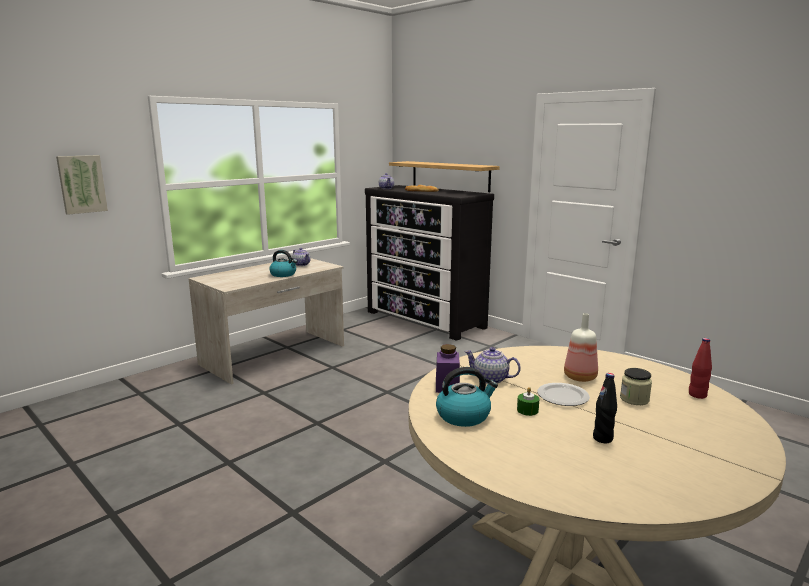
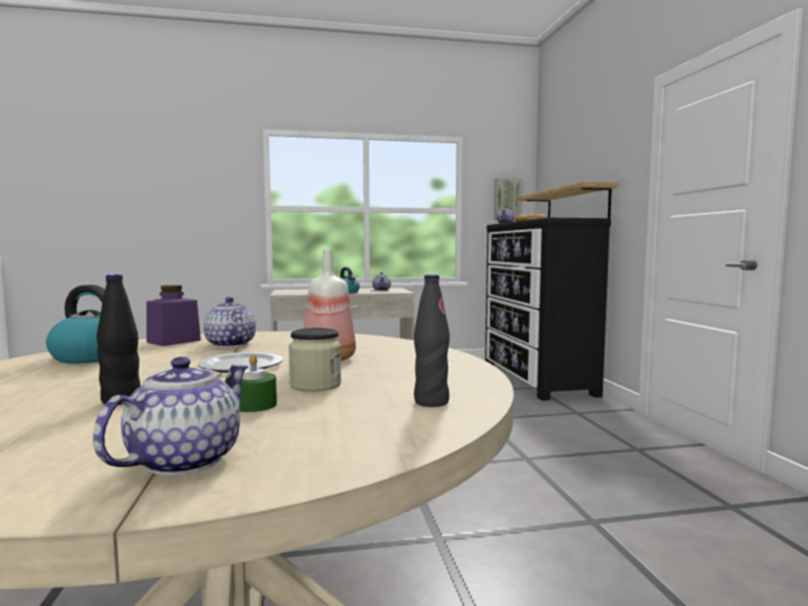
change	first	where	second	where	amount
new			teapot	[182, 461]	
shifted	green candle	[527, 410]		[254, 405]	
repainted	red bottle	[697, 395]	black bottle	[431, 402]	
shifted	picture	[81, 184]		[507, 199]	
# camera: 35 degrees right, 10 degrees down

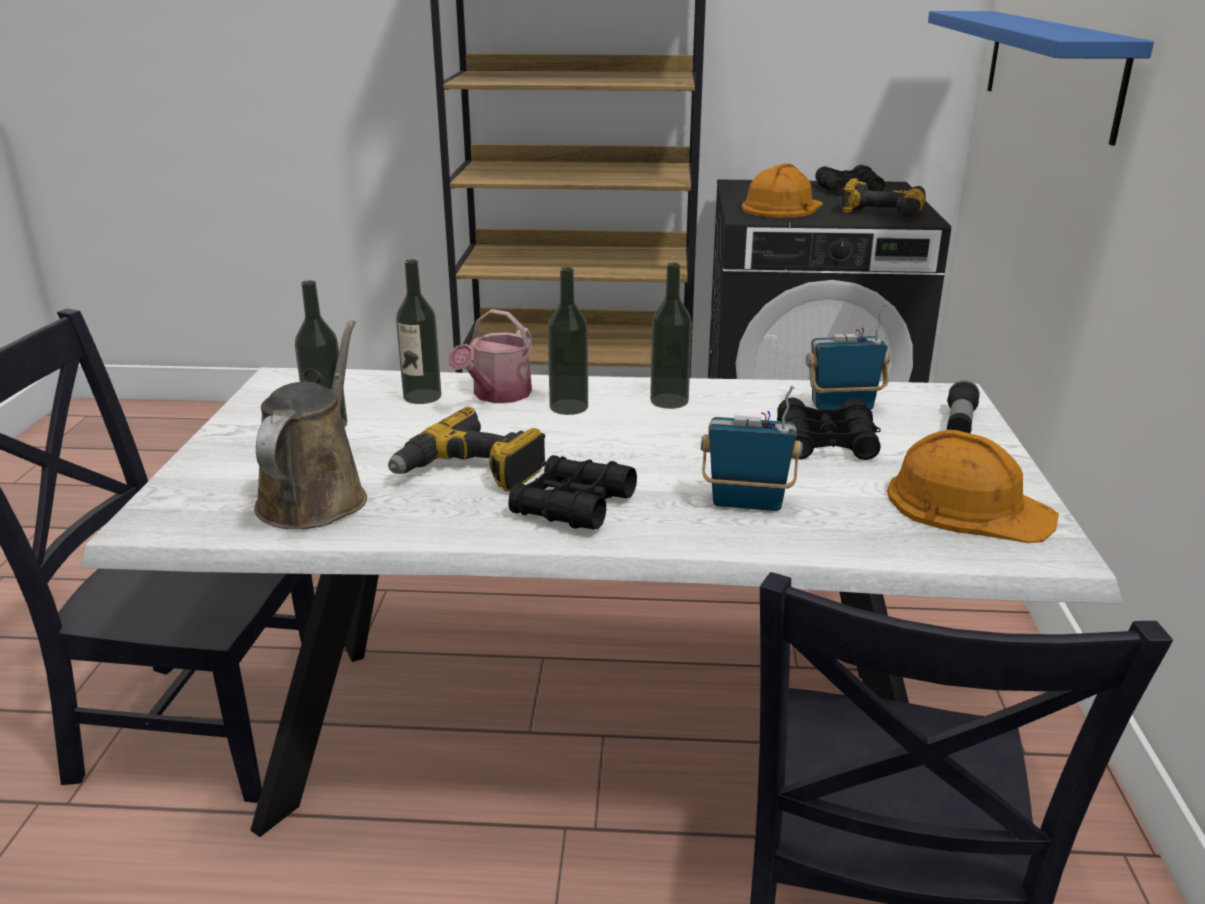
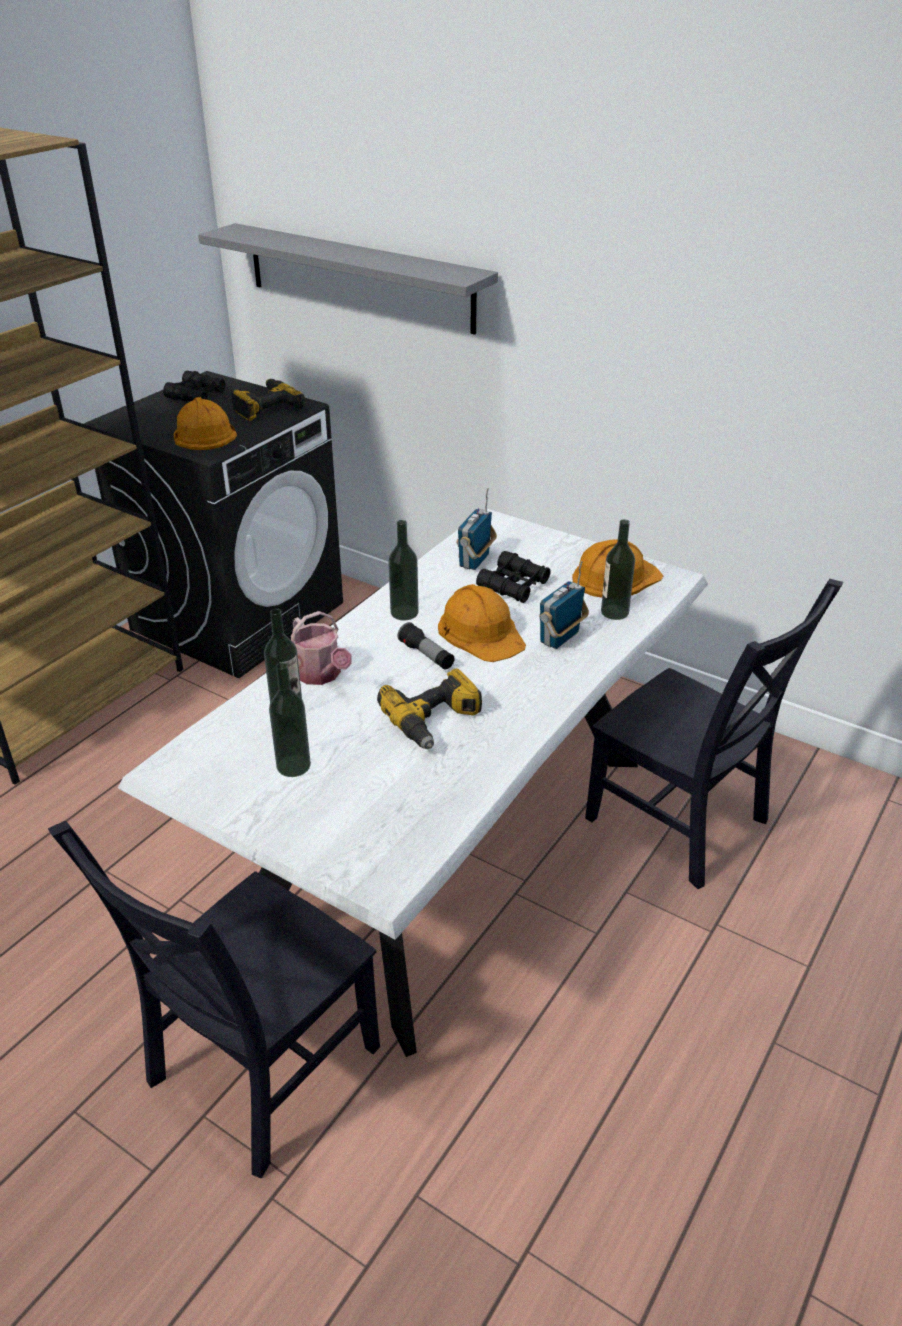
change	first	where	second	where	amount
repainted	blue shelf	[1050, 69]	grey shelf	[359, 277]	
shifted	flashlight	[959, 424]		[426, 655]	
new			orange hard hat	[481, 632]	
shifted	bottle	[568, 407]		[614, 612]	
gone	brown watering can	[316, 496]			
gone	black binoculars	[573, 506]			
# camera: 60 degrees left, 10 degrees up

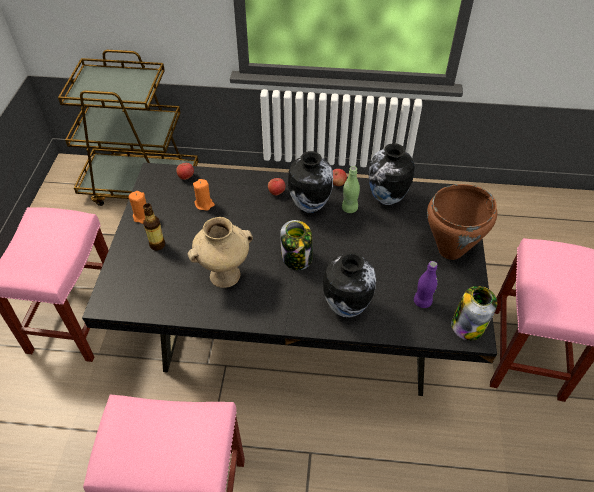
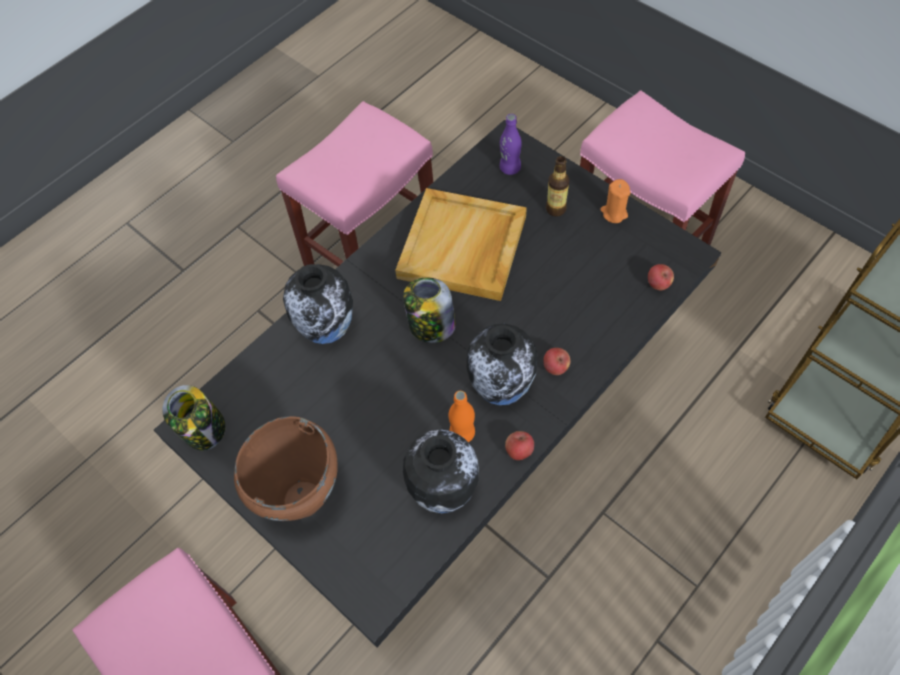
change	first	where	second	where	amount
swapped	beige vase	[225, 274]	beige tray	[463, 248]	
repainted	green bottle	[349, 208]	orange bottle	[462, 433]	
shifted	purple bottle	[422, 302]		[510, 168]	
gone	orange candle	[204, 204]			
# camera: 130 degrees right, 10 degrees up

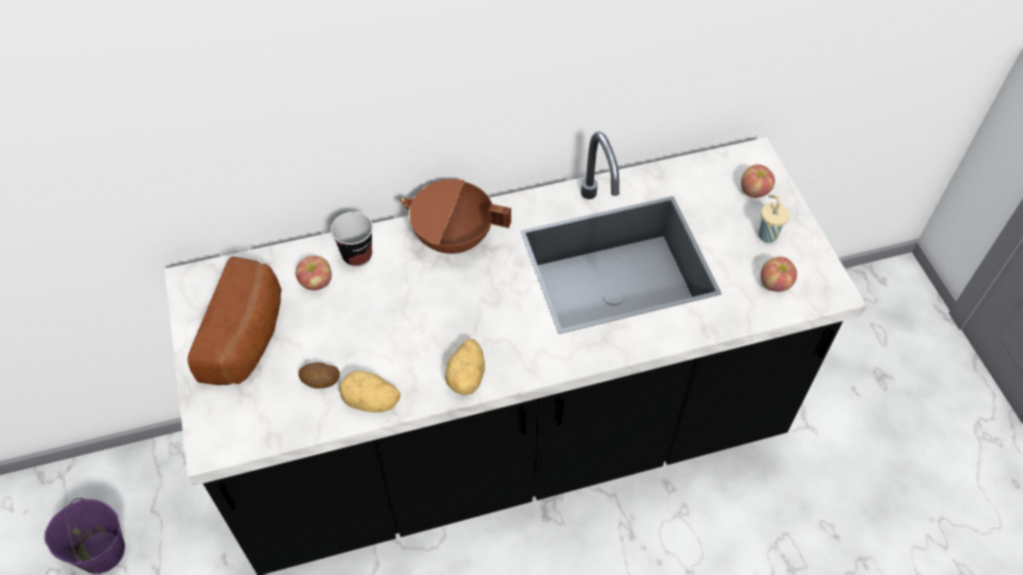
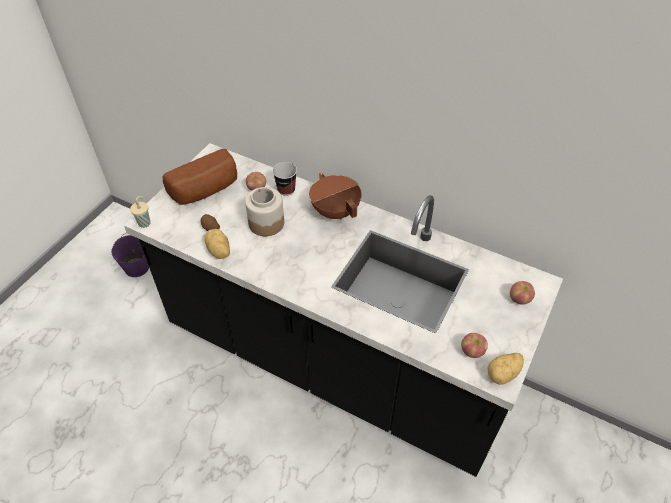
change	first	where	second	where	amount
shifted	beige cup	[767, 234]		[145, 223]	
new			jar	[266, 223]	
shifted	potato	[467, 377]		[503, 374]	
# camera: 45 degrees right, 5 degrees down

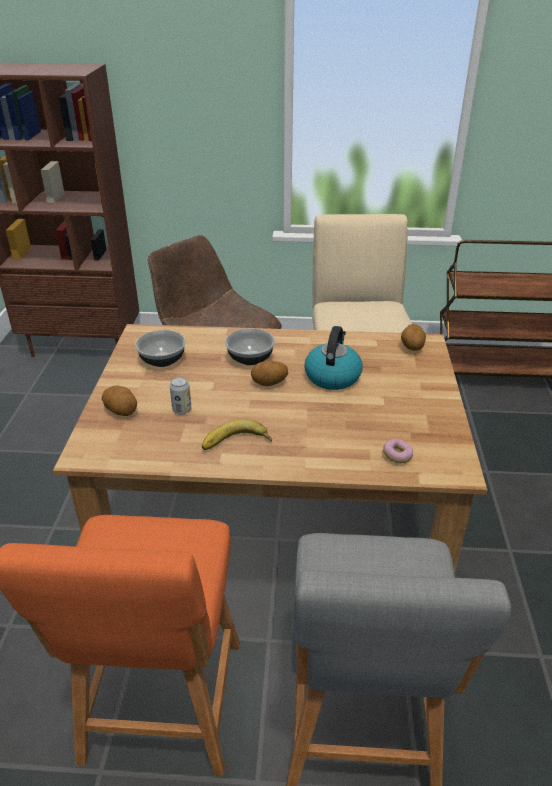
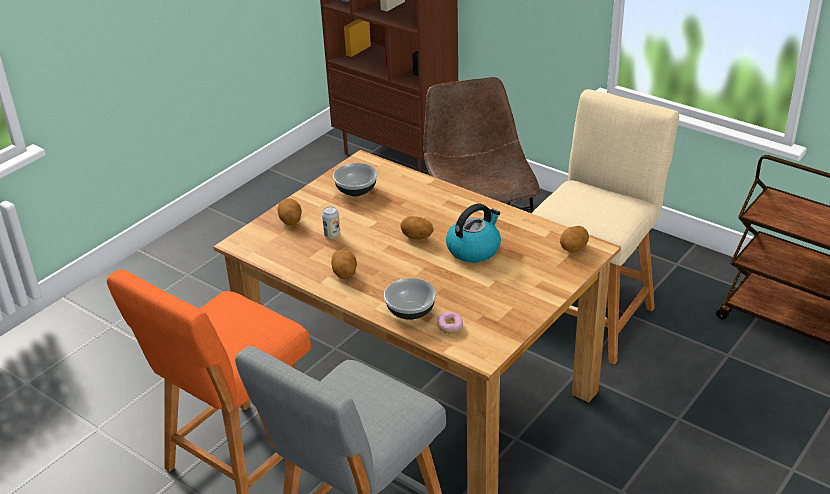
change	first	where	second	where	amount
swapped	banana	[236, 444]	potato	[345, 274]	
shifted	bowl	[250, 358]		[411, 311]	
# camera: 35 degrees right, 0 degrees up

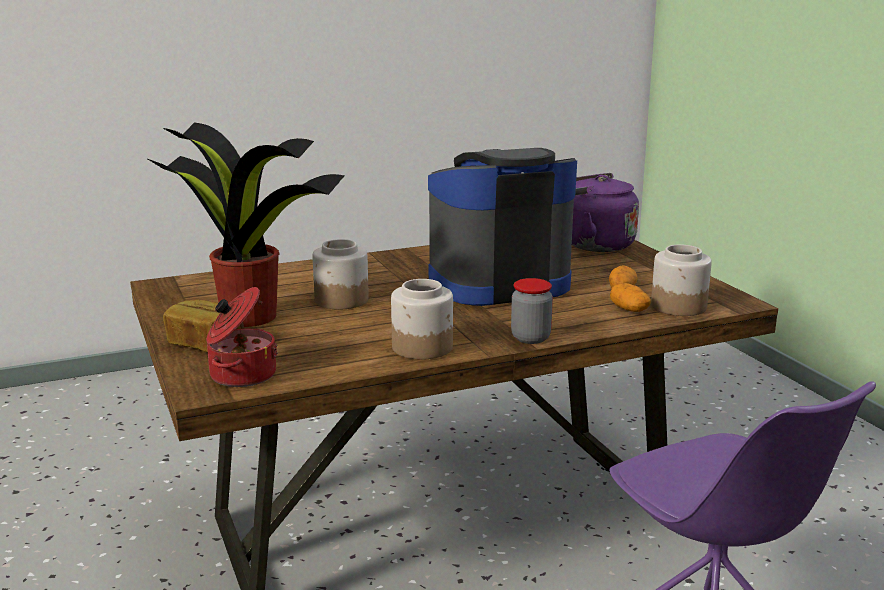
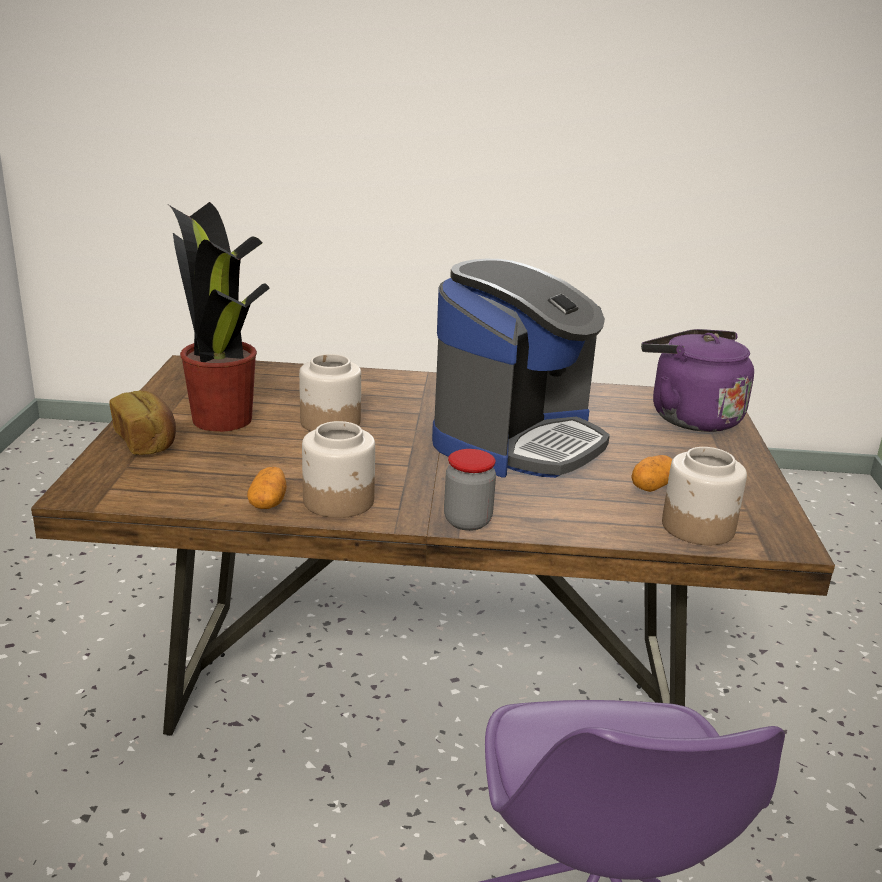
change	first	where	second	where	amount
shifted	potato	[628, 309]		[268, 502]	
rotated	coffee machine	[498, 283]		[517, 441]	120 degrees clockwise
gone	cooking pot	[241, 374]			
# camera: 25 degrees right, 5 degrees up

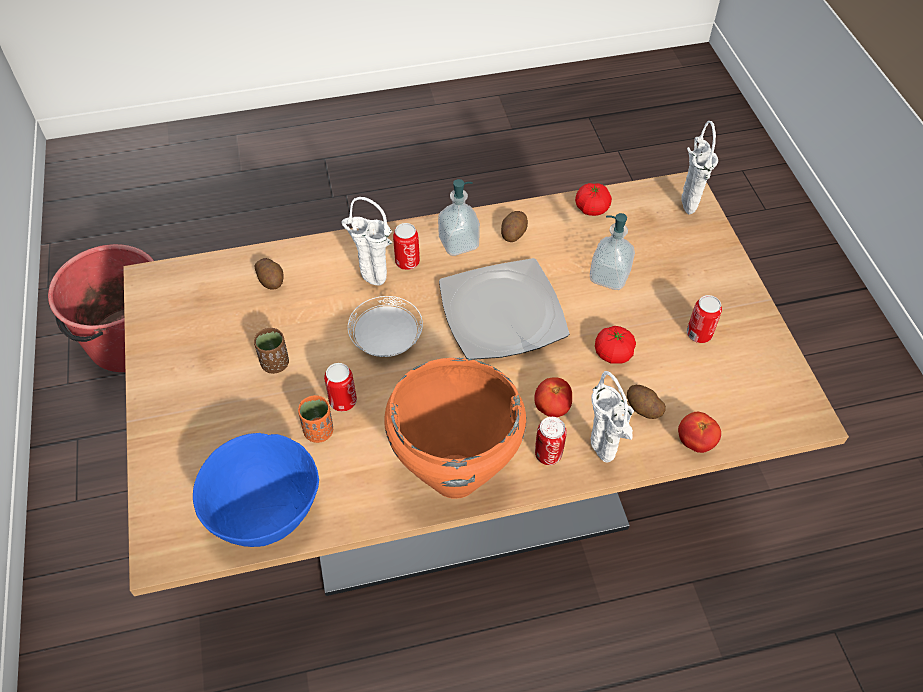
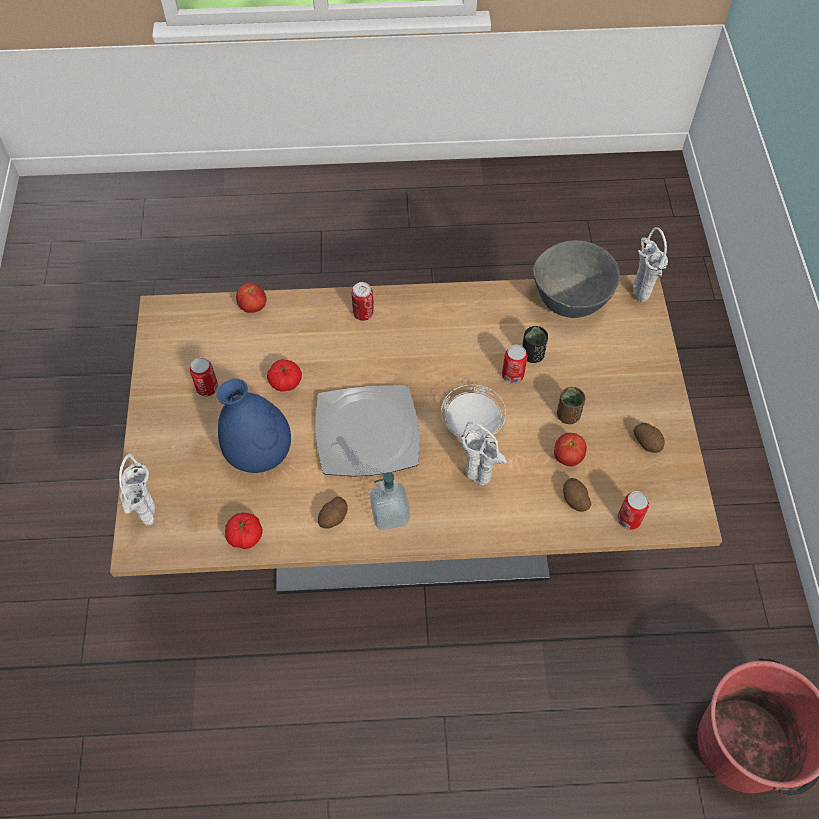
change	first	where	second	where	amount
swapped	soap dispenser	[609, 276]	blue vase	[259, 454]	
repainted	orange cup	[319, 431]	black cup	[532, 355]	
repainted	blue bowl	[266, 514]	grey bowl	[570, 304]	
shifted	tomato	[552, 408]		[567, 457]	
shifted	can	[407, 262]		[629, 519]	
shifted	white vase	[603, 458]		[637, 296]	
shifted	potato	[642, 408]		[647, 442]	
gone	orange cooking pot	[454, 475]			
# camera: 170 degrees left, 5 degrees up

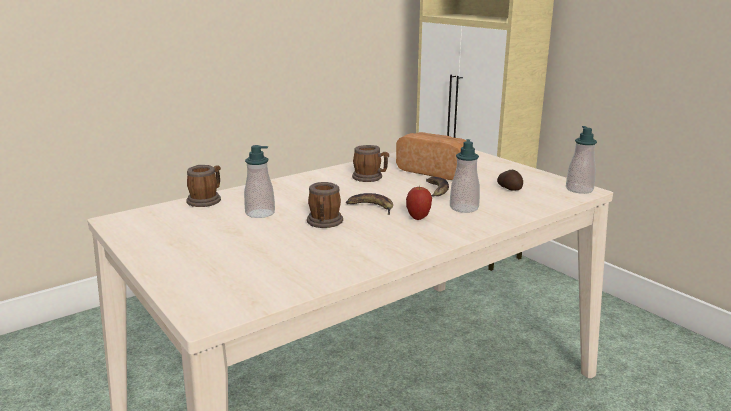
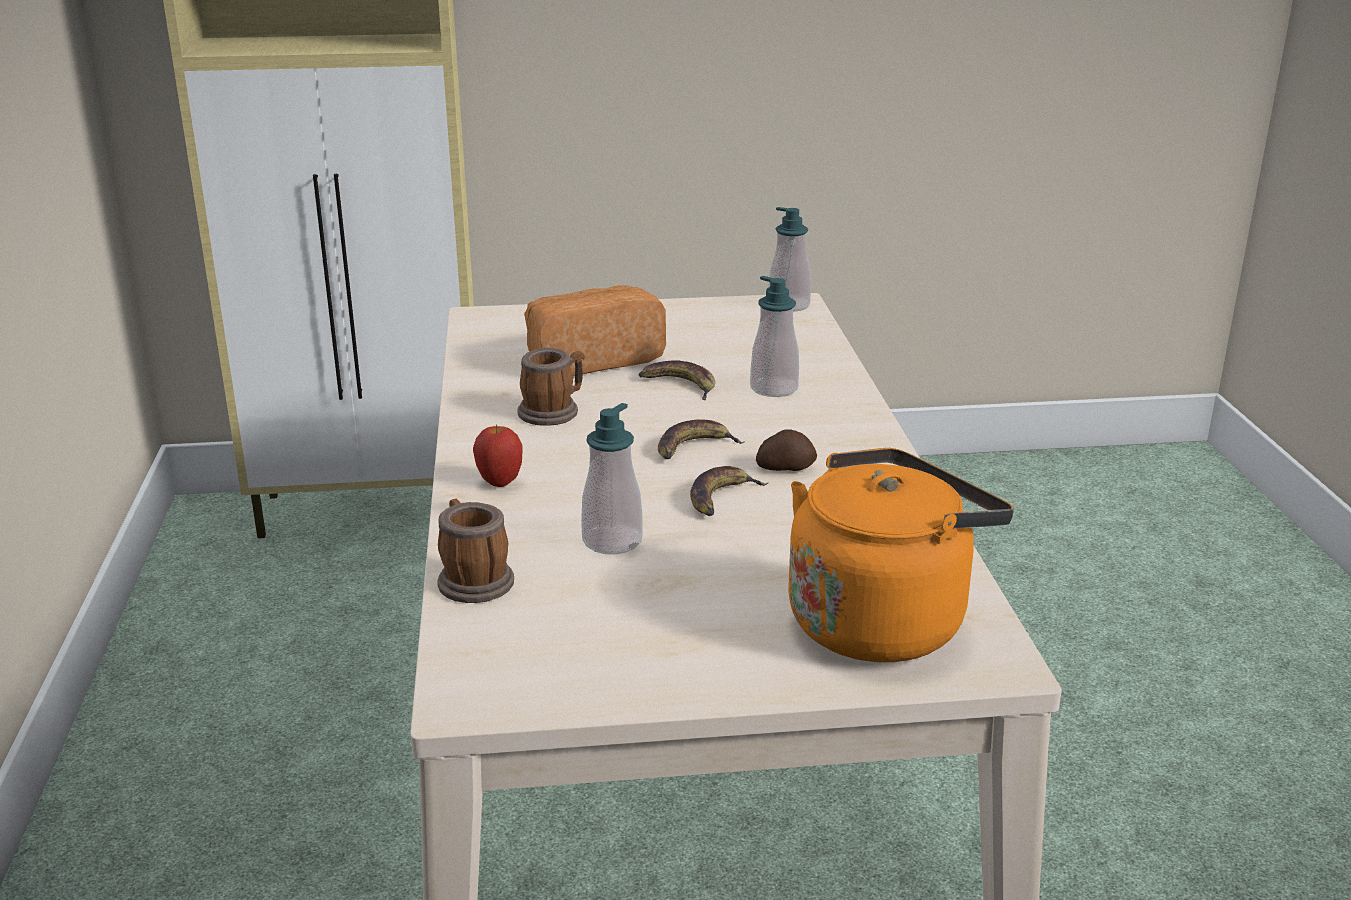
change	first	where	second	where	amount
shifted	apple	[418, 218]		[499, 482]	
swapped	mug	[324, 223]	banana	[721, 498]	
shifted	potato	[510, 188]		[785, 467]	
new			orange kettle	[882, 620]	
# camera: 60 degrees left, 5 degrees up

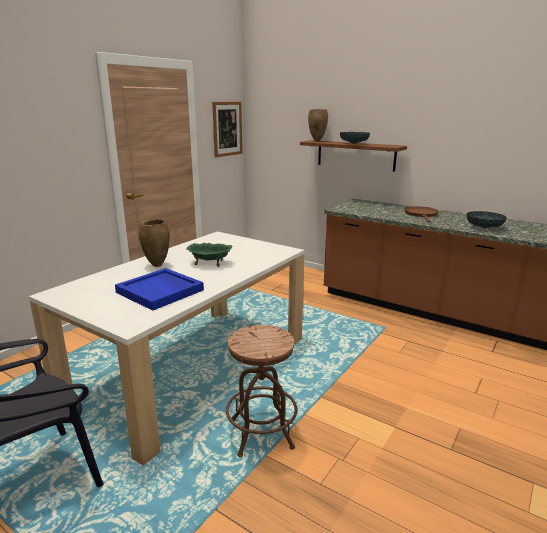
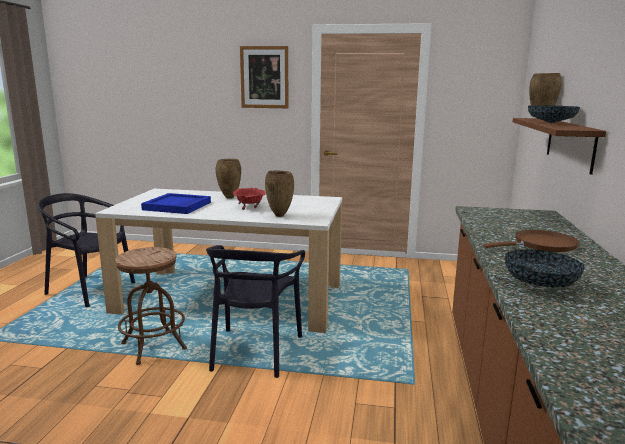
change	first	where	second	where	amount
new			black chair	[255, 351]	
repainted	green bowl	[210, 263]	red bowl	[250, 207]	
shifted	picture	[227, 129]		[264, 77]	
new			brown vase	[280, 216]	
# camera: 65 degrees right, 5 degrees down

